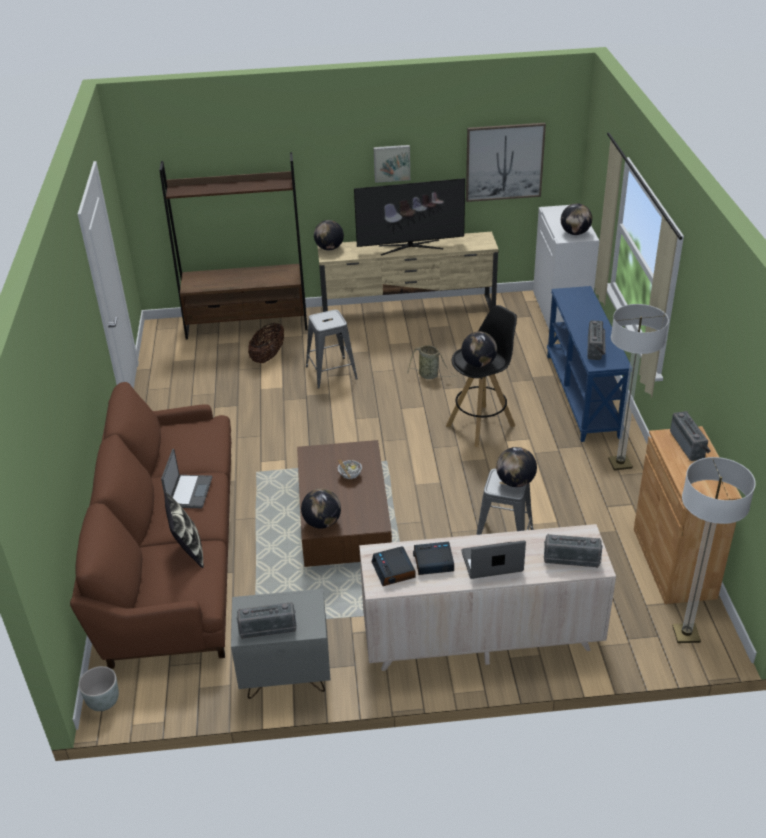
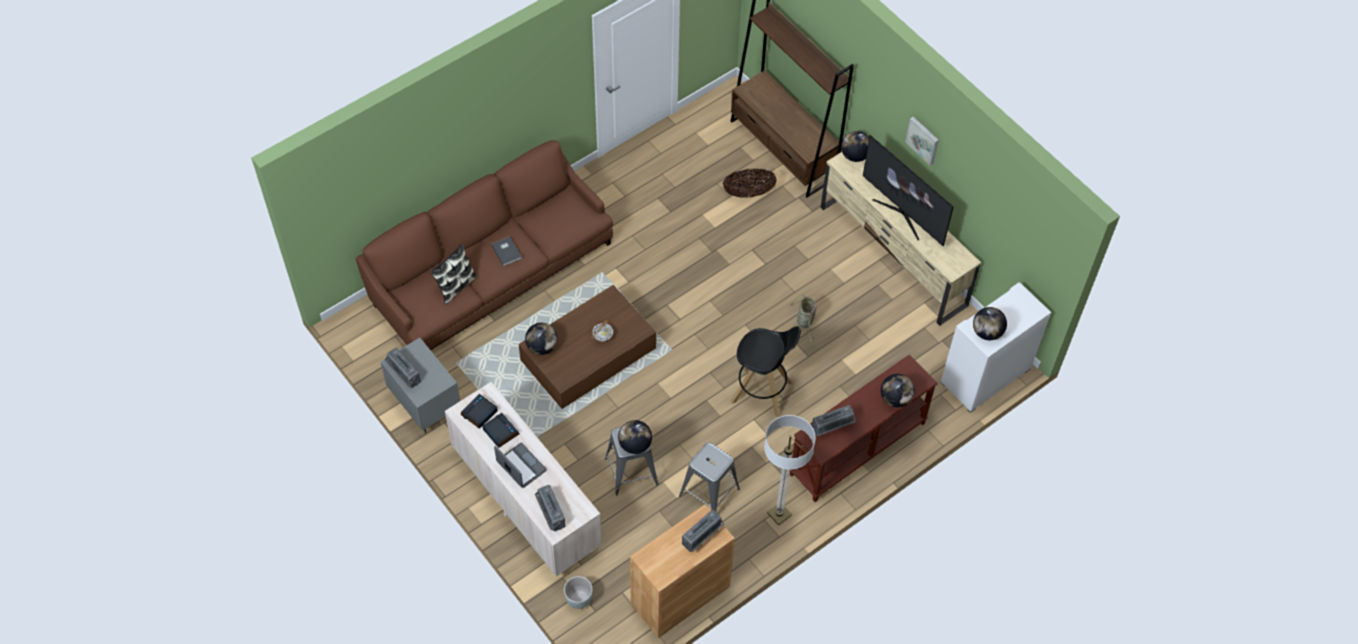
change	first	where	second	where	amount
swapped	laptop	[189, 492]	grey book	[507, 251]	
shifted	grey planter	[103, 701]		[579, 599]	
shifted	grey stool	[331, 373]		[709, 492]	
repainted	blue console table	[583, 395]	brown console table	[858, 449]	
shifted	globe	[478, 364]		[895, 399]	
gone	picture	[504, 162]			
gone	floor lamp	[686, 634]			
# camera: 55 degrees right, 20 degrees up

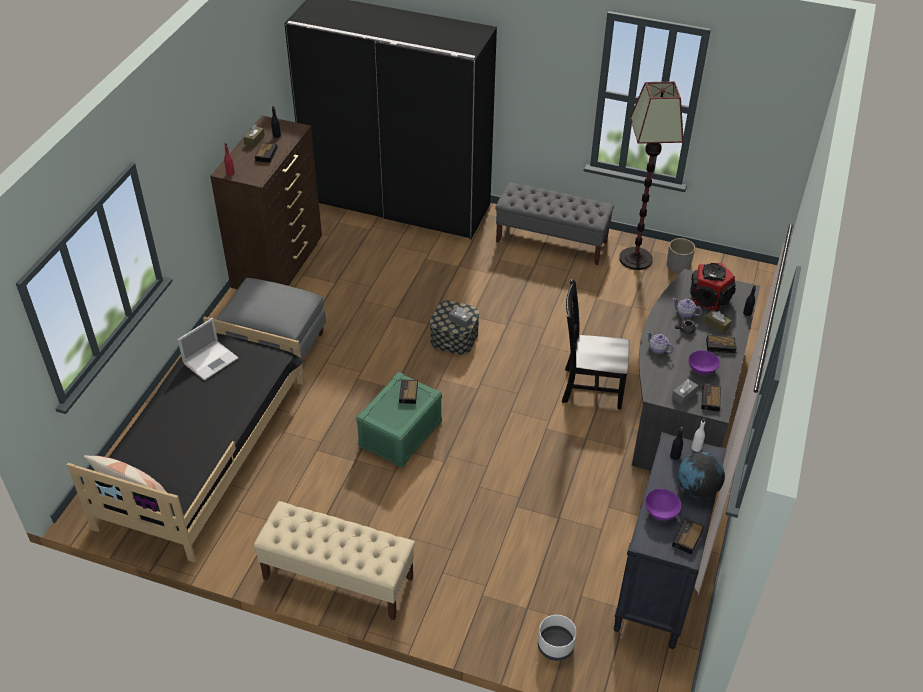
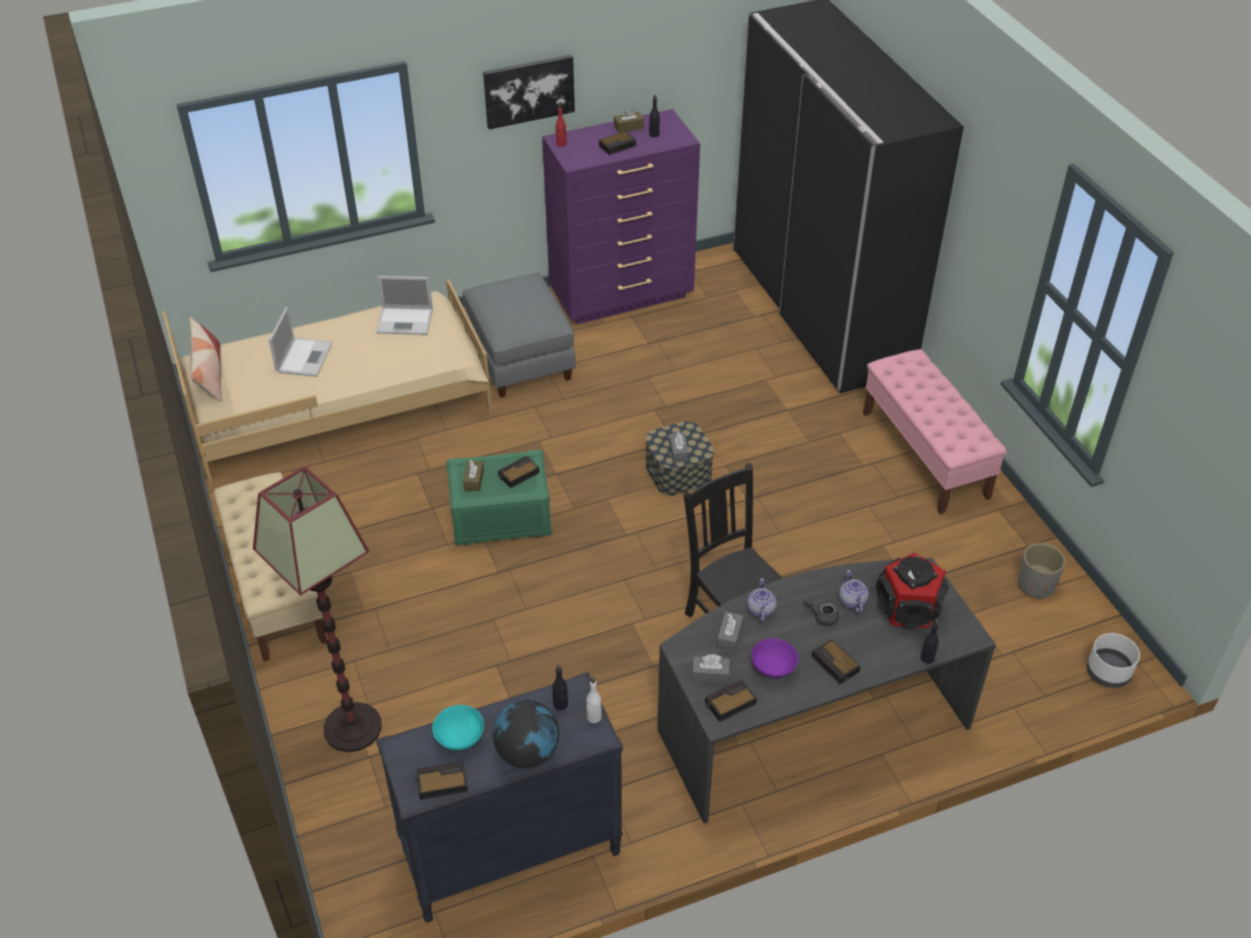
change	first	where	second	where	amount
repainted	black bed	[204, 451]	beige bed	[340, 404]	
shifted	floor lamp	[636, 259]		[352, 728]	
new			laptop	[304, 357]	
repainted	purple bowl	[661, 512]	turquoise bowl	[460, 738]	
shifted	brown tissue box	[716, 325]		[474, 480]	
new			picture	[529, 90]	
repainted	brown dresser	[279, 266]	purple dresser	[622, 295]	
new			grey tissue box	[729, 636]	
repainted	grey bench	[552, 241]	pink bench	[925, 455]	
shifted	white planter	[555, 646]		[1107, 673]	
# camera: 50 degrees right, 0 degrees up

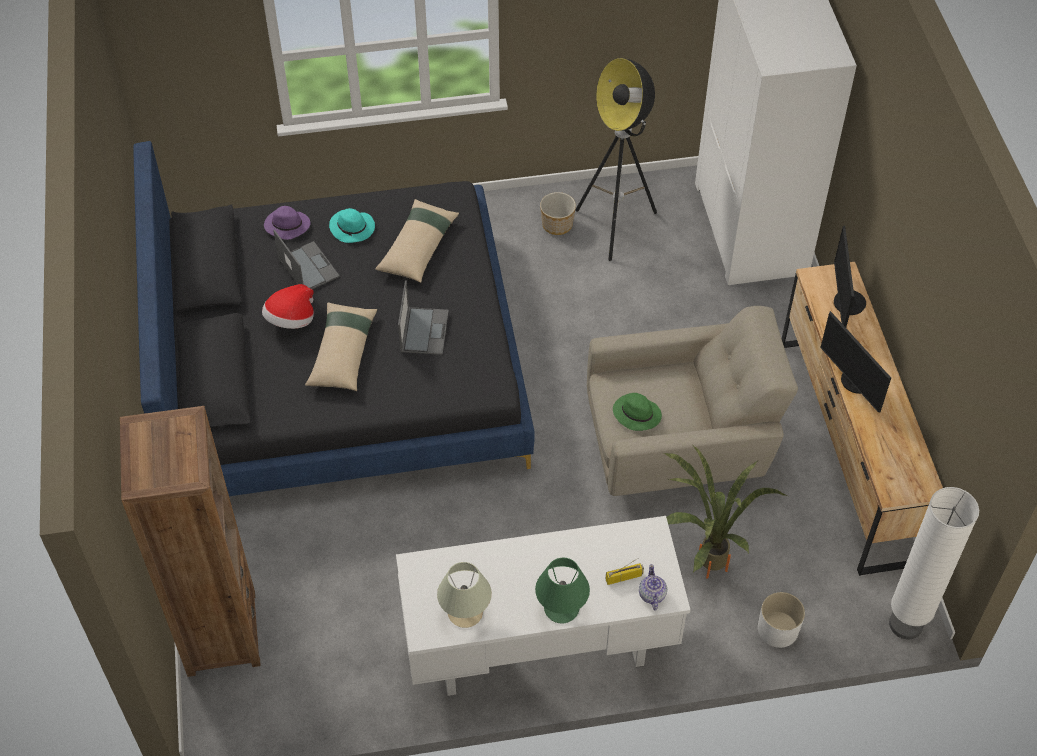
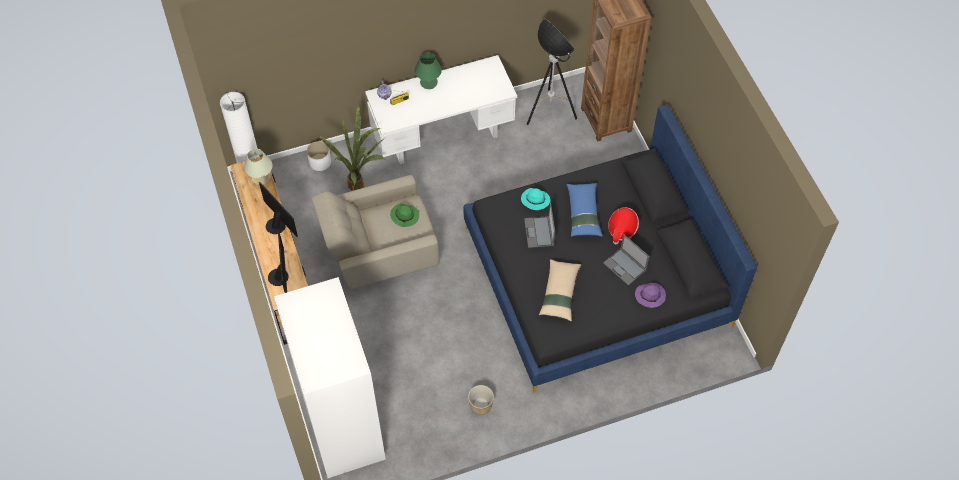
change	first	where	second	where	amount
shifted	beige table lamp	[465, 613]		[261, 177]	
shifted	turquoise hat	[353, 228]		[535, 200]	
shifted	floor lamp	[616, 227]		[549, 111]	
repainted	beige pillow	[343, 353]	blue pillow	[583, 213]	
# camera: 170 degrees right, 5 degrees up

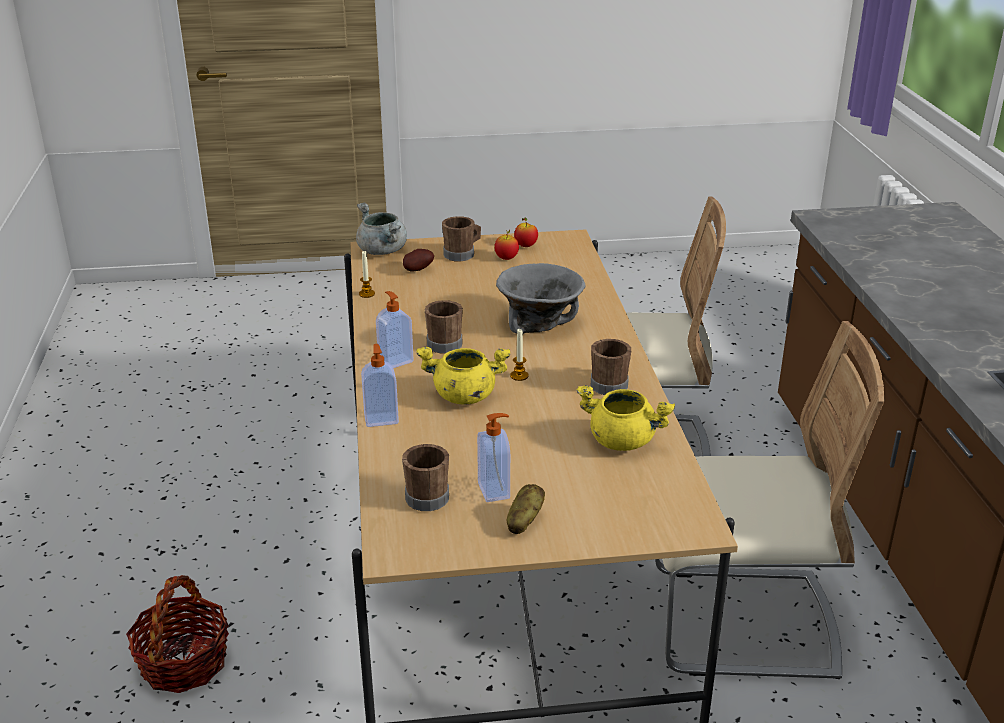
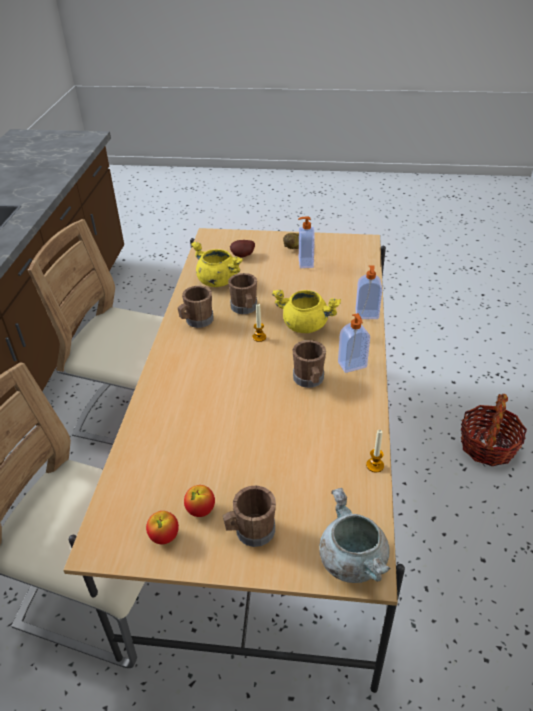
change	first	where	second	where	amount
shifted	brown mug	[424, 495]		[245, 308]	
shifted	potato	[417, 270]		[243, 256]	
gone	grey bowl	[539, 323]			
# camera: 165 degrees left, 10 degrees up

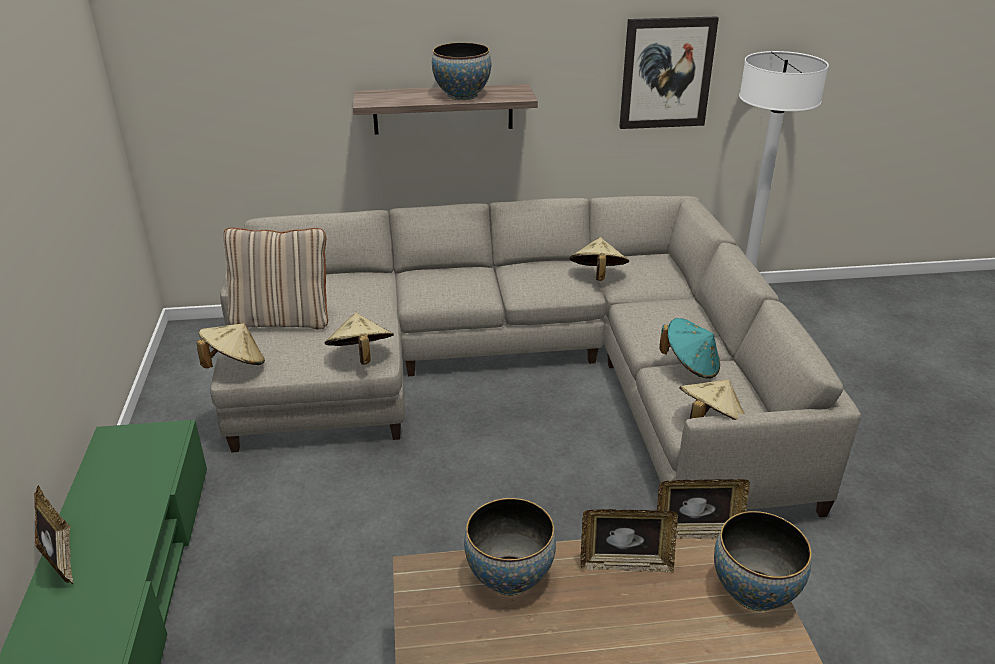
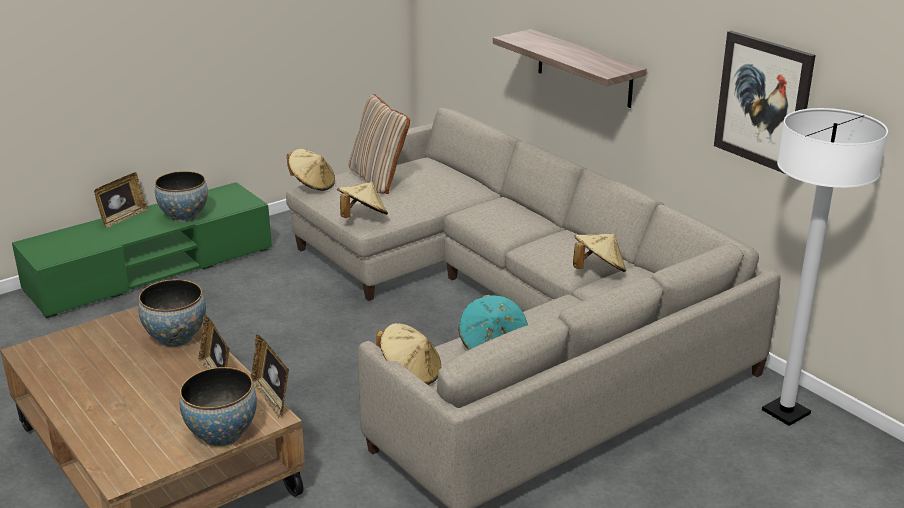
change	first	where	second	where	amount
shifted	bowl	[462, 95]		[184, 216]	
# camera: 60 degrees right, 5 degrees down

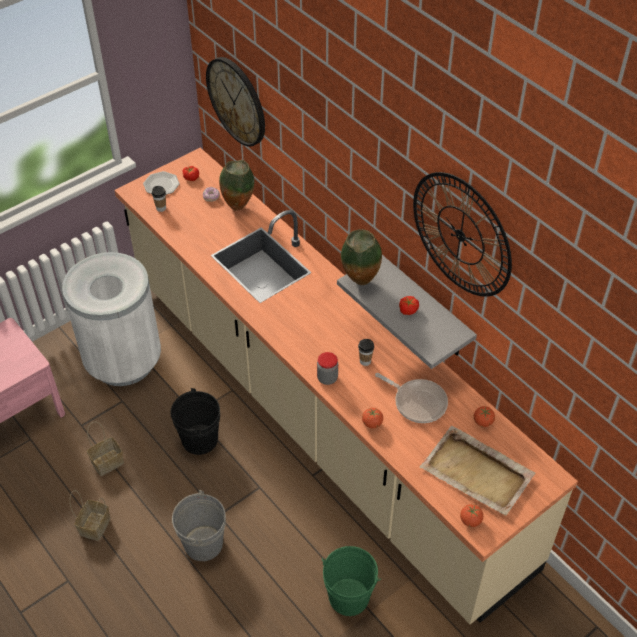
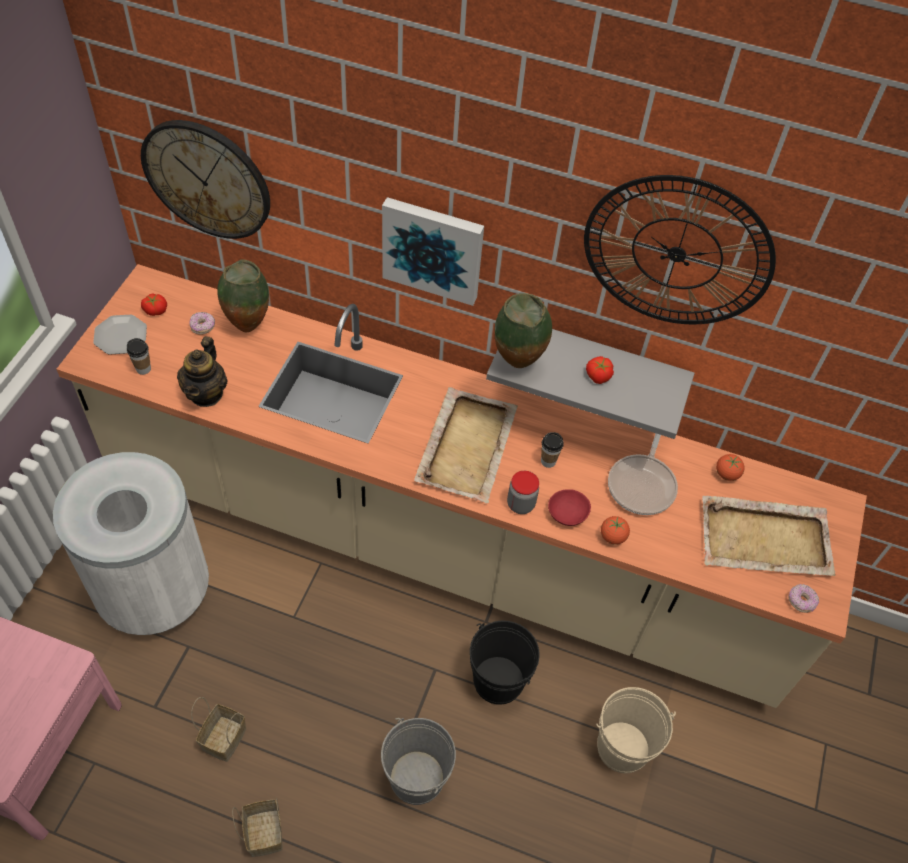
change	first	where	second	where	amount
new			teapot	[206, 393]	
new			picture	[433, 248]	
new			beige tray	[467, 445]	
shifted	black bucket	[199, 439]		[498, 680]	
new			red bowl	[567, 512]	
repainted	green bucket	[349, 597]	beige bucket	[623, 747]	
rotated	frying pan	[417, 402]		[642, 484]	105 degrees clockwise
swapped	tomato	[470, 521]	donut	[801, 601]	
# camera: 35 degrees left, 5 degrees up

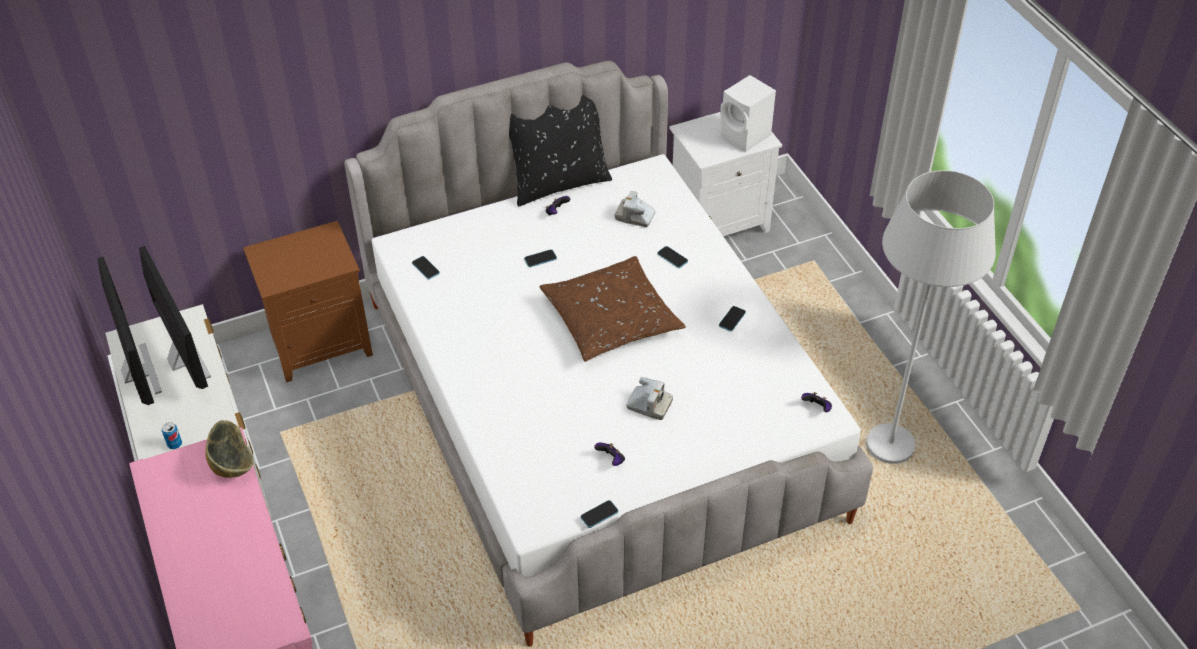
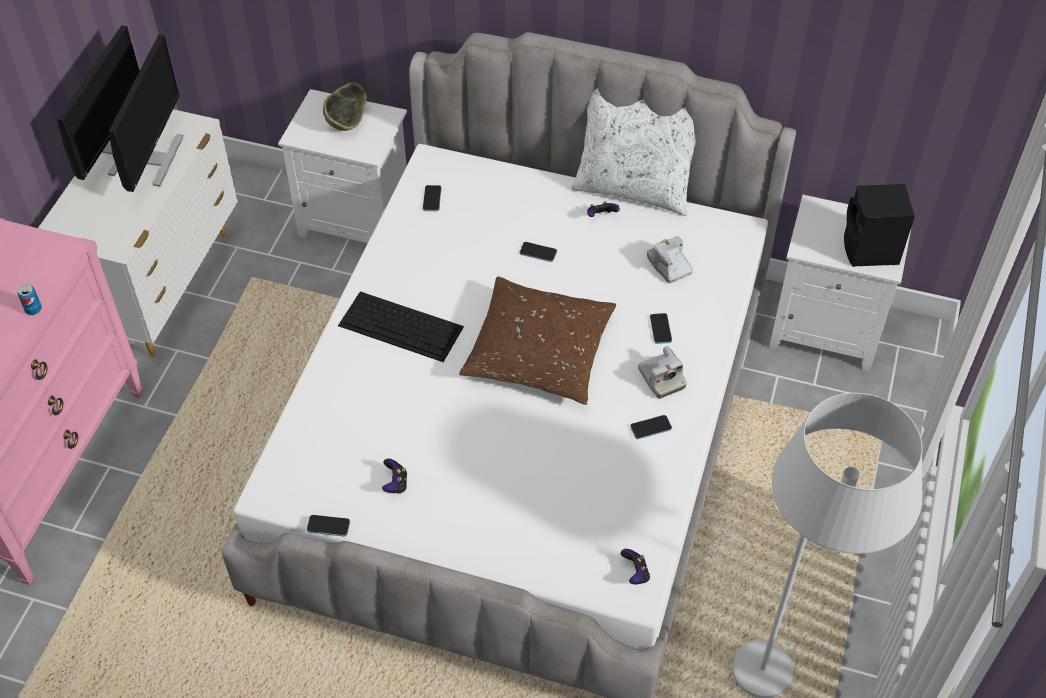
change	first	where	second	where	amount
shifted	can	[174, 444]		[33, 309]	
repainted	brown nightstand	[321, 343]	white nightstand	[358, 221]	
shifted	bowl	[232, 465]		[347, 122]	
new			keyboard	[402, 326]	
repainted	black pillow	[559, 182]	white pillow	[634, 188]	
shifted	photo camera	[649, 405]		[661, 379]	
repainted	white speaker	[746, 137]	black speaker	[870, 251]	
# camera: 40 degrees right, 5 degrees up

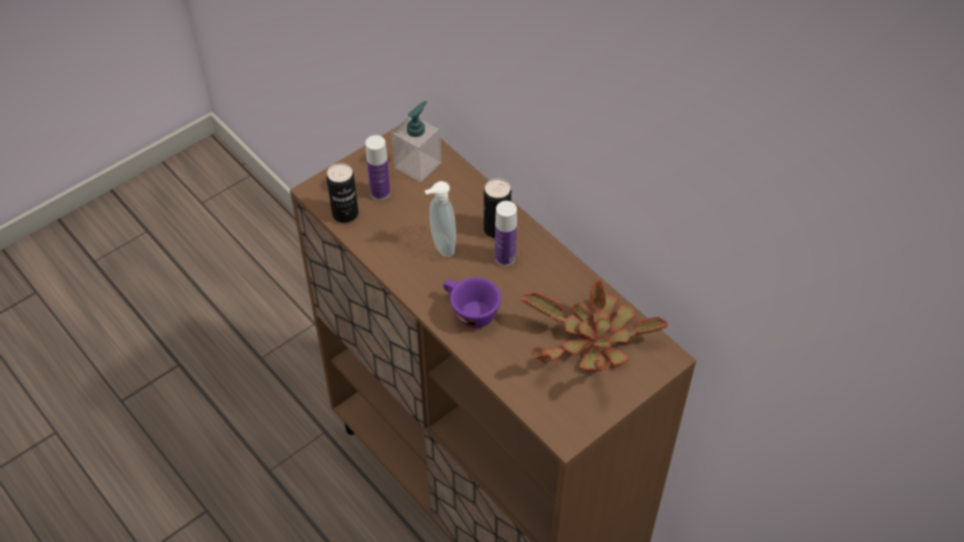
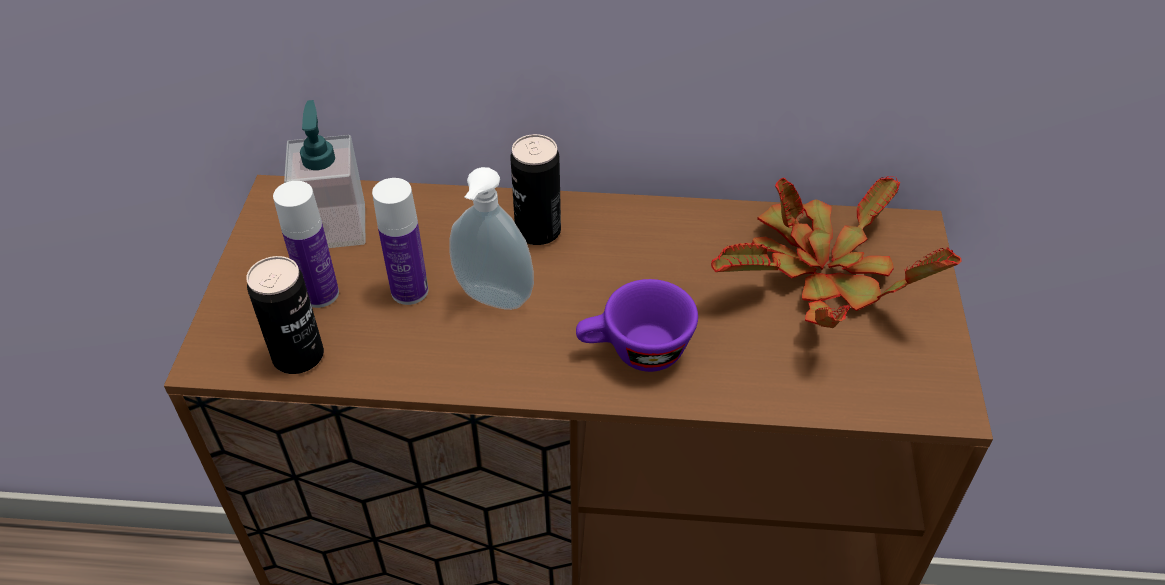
change	first	where	second	where	amount
shifted	bottle	[505, 257]		[409, 291]	
# camera: 45 degrees left, 5 degrees down

